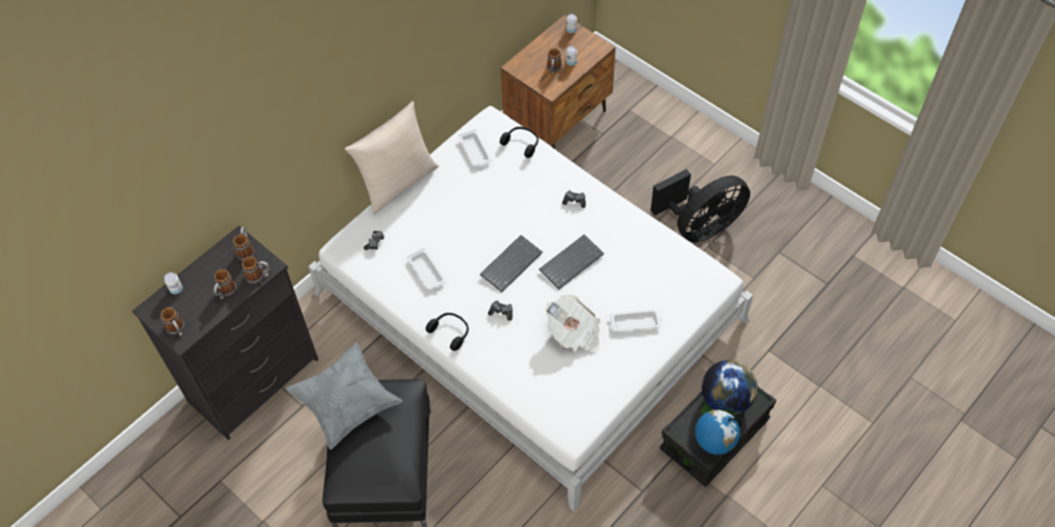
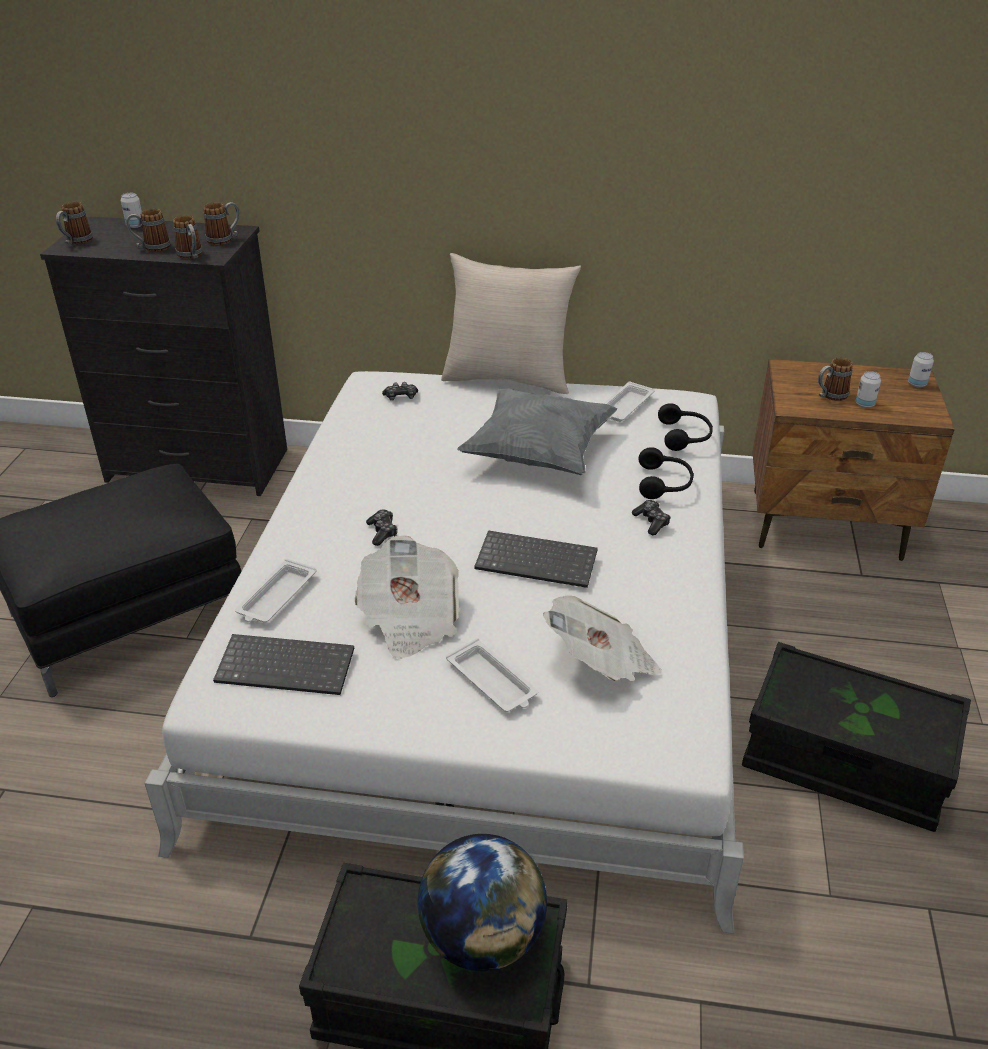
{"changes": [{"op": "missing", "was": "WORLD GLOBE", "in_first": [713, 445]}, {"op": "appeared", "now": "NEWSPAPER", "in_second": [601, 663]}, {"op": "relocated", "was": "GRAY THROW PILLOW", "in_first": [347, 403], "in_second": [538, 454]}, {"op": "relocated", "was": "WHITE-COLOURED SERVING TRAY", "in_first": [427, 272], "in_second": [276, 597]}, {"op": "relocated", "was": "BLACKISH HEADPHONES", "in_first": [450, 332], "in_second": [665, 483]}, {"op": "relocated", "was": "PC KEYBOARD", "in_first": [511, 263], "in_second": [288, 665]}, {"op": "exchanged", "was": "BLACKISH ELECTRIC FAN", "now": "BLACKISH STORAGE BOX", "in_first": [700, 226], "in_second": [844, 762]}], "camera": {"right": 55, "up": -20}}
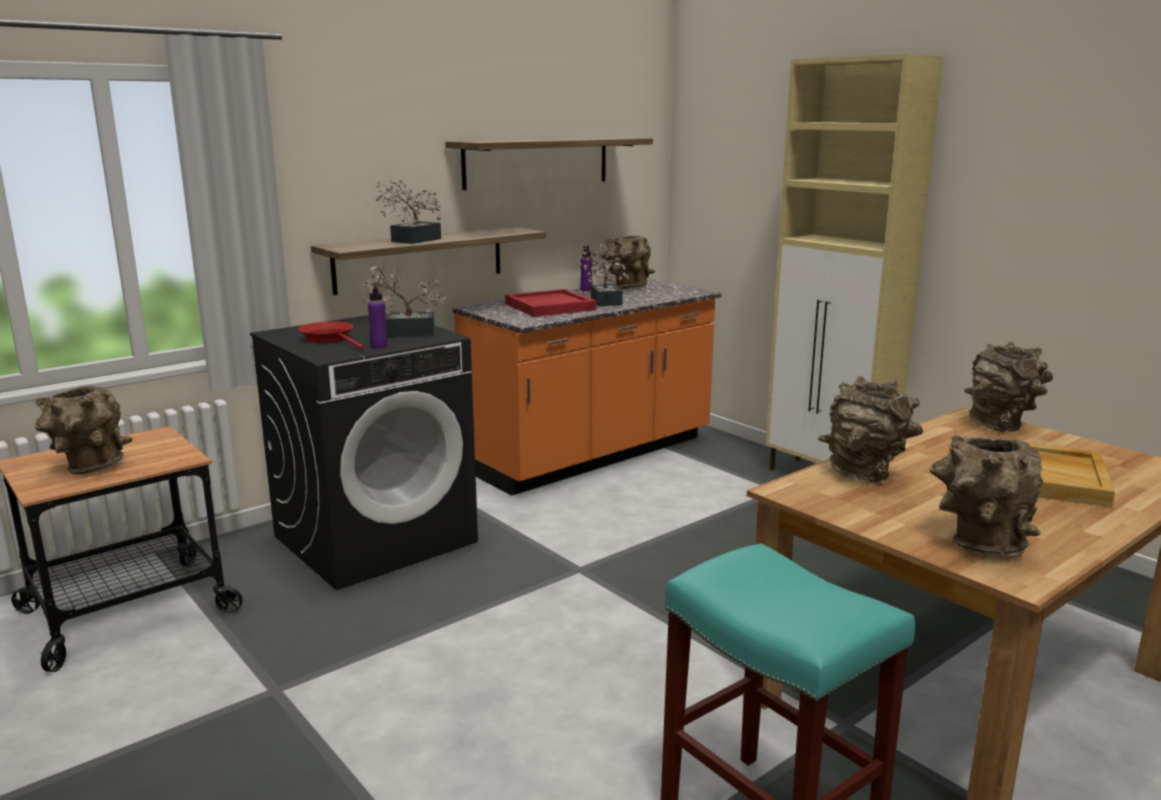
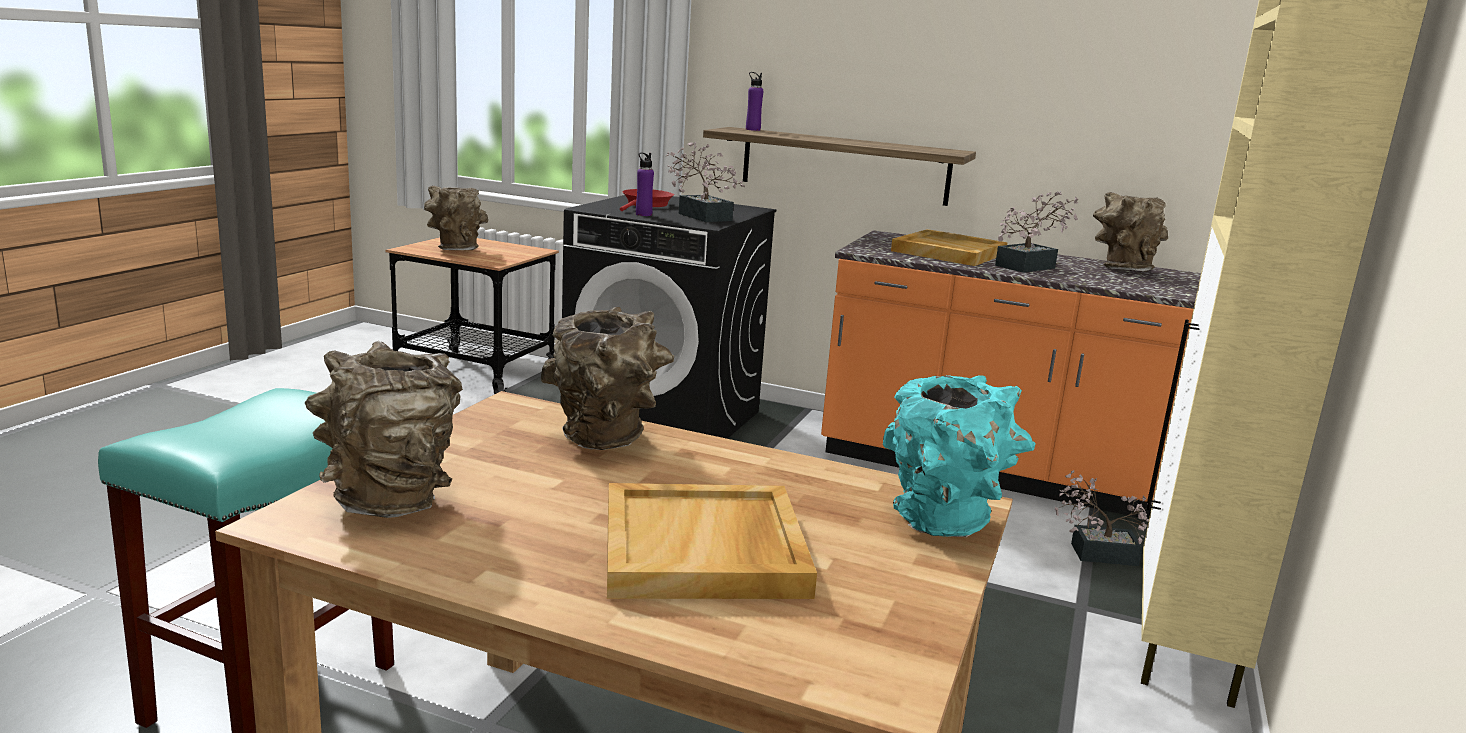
{"changes": [{"op": "missing", "was": "BRACKET SHELF", "in_first": [537, 162]}, {"op": "relocated", "was": "POTTED PLANT", "in_first": [411, 241], "in_second": [1095, 553]}, {"op": "relocated", "was": "PURPLE BEVERAGE BOTTLE", "in_first": [586, 289], "in_second": [753, 129]}, {"op": "colour", "was": "RED-COLOURED SERVING TRAY", "now": "BEIGE SERVING TRAY", "in_first": [549, 307], "in_second": [947, 252]}, {"op": "colour", "was": "BROWN-COLOURED FLOWER VASE", "now": "BLUE-GREEN FLOWER VASE", "in_first": [1001, 426], "in_second": [944, 525]}], "camera": {"right": 60, "up": 0}}
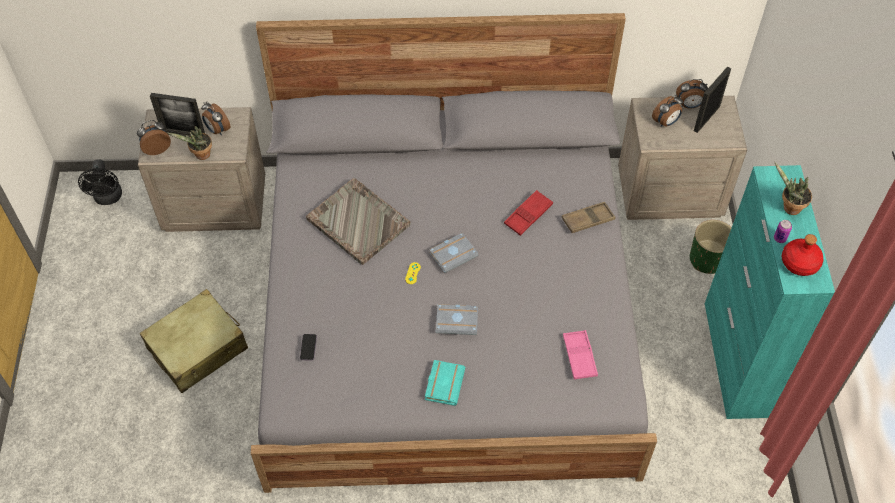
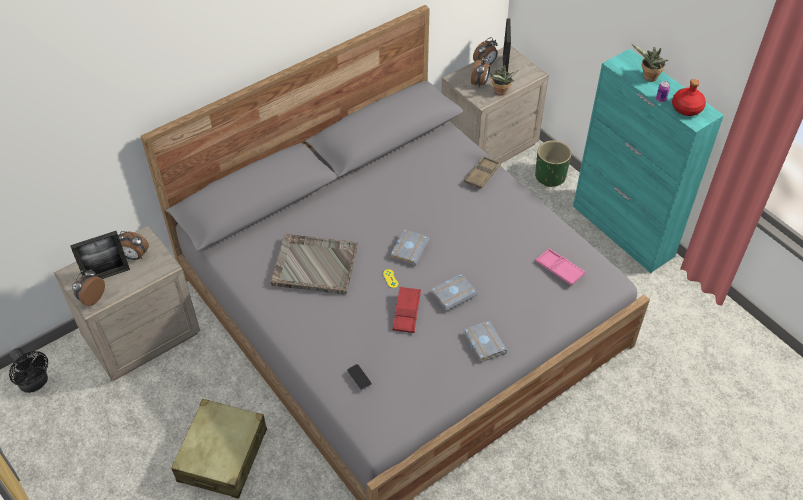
{"changes": [{"op": "relocated", "was": "POTTED PLANT", "in_first": [201, 156], "in_second": [500, 93]}, {"op": "relocated", "was": "RED-COLOURED SERVING TRAY", "in_first": [528, 215], "in_second": [406, 312]}, {"op": "colour", "was": "BLUE-GREEN BOUND BOOK", "now": "GRAY BOUND BOOK", "in_first": [443, 383], "in_second": [482, 343]}], "camera": {"right": -35, "up": -5}}
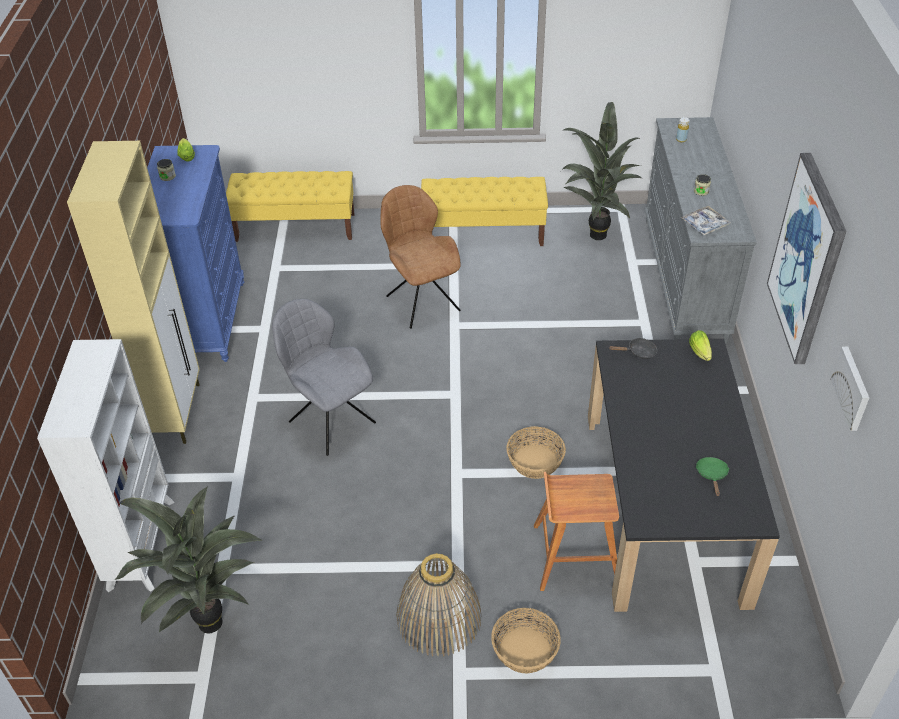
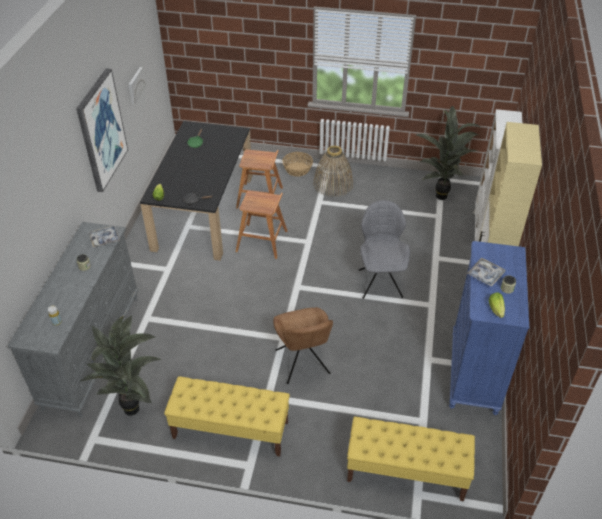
{"changes": [{"op": "appeared", "now": "SERVING TRAY", "in_second": [485, 275]}, {"op": "exchanged", "was": "BASKET", "now": "BROWN-COLOURED SITTING STOOL", "in_first": [534, 461], "in_second": [262, 241]}, {"op": "spun", "was": "GRAY UPRIGHT CHAIR", "in_first": [330, 420], "in_second": [380, 282], "clockwise": -150}], "camera": {"right": -170, "up": 0}}
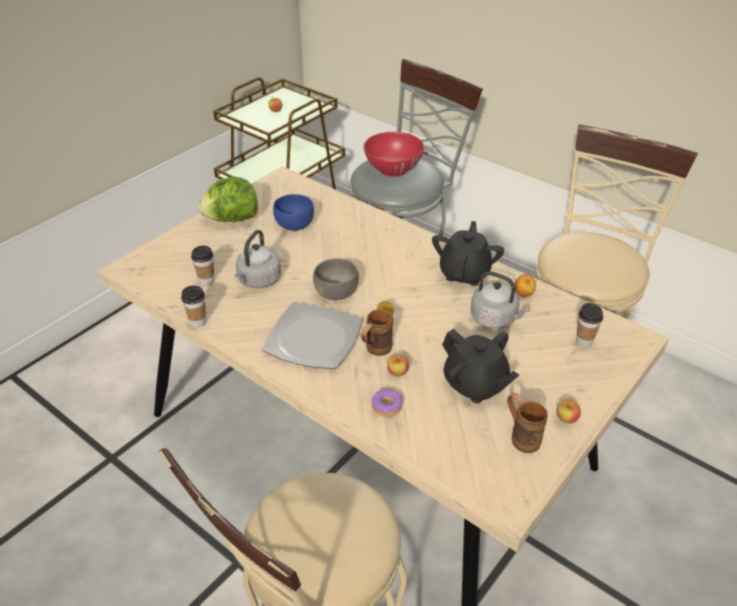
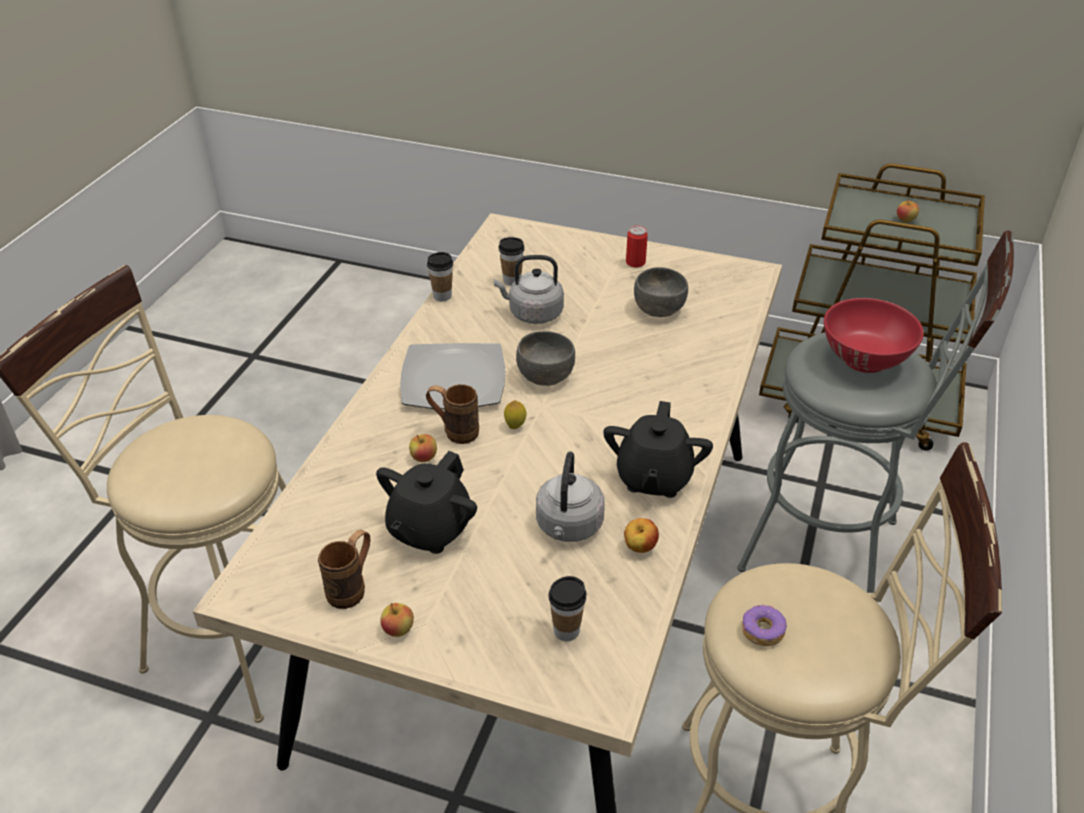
{"changes": [{"op": "relocated", "was": "DOUGHNUT", "in_first": [386, 407], "in_second": [762, 631]}, {"op": "exchanged", "was": "LETTUCE", "now": "METAL CAN", "in_first": [232, 219], "in_second": [635, 262]}, {"op": "colour", "was": "BLUE-COLOURED BOWL", "now": "GRAY BOWL", "in_first": [294, 224], "in_second": [659, 308]}, {"op": "spun", "was": "BLACKISH POT FOR TEA", "in_first": [464, 273], "in_second": [653, 478], "clockwise": 105}], "camera": {"right": 70, "up": 0}}
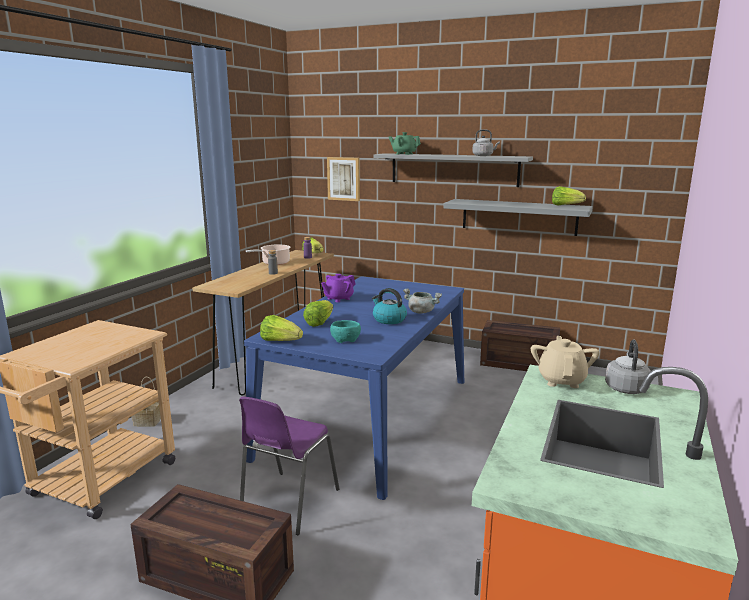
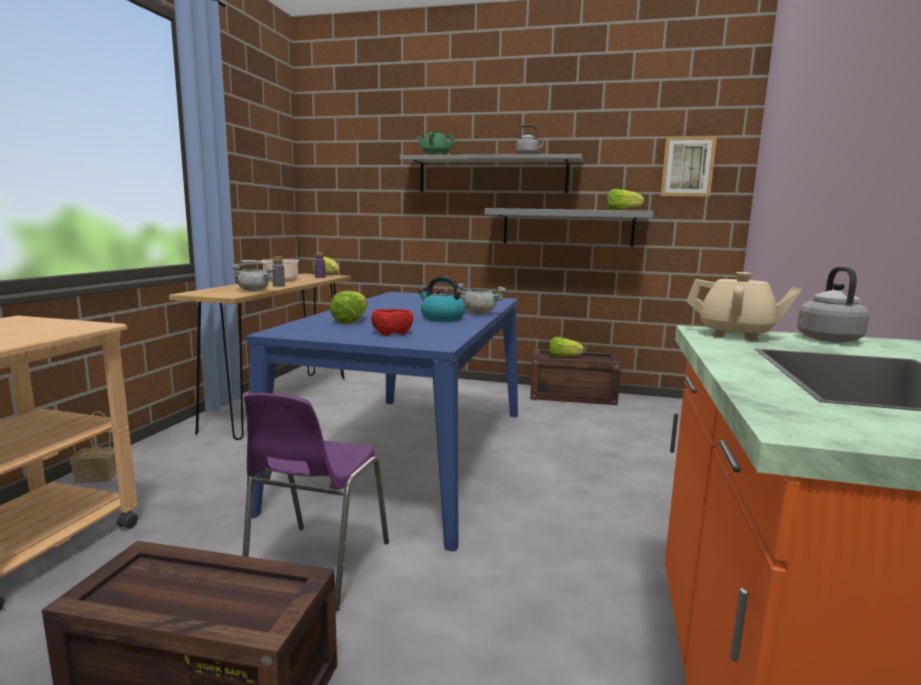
{"changes": [{"op": "missing", "was": "PURPLE POT FOR TEA", "in_first": [338, 299]}, {"op": "appeared", "now": "GRAY SAUCEPOT", "in_second": [254, 290]}, {"op": "relocated", "was": "LETTUCE", "in_first": [280, 341], "in_second": [563, 357]}, {"op": "relocated", "was": "WALL ART", "in_first": [344, 178], "in_second": [687, 167]}, {"op": "colour", "was": "BLUE-GREEN BOWL", "now": "RED-COLOURED BOWL", "in_first": [345, 339], "in_second": [391, 332]}, {"op": "spun", "was": "BEIGE POT FOR TEA", "in_first": [561, 380], "in_second": [736, 335], "clockwise": 120}], "camera": {"right": -10, "up": -5}}
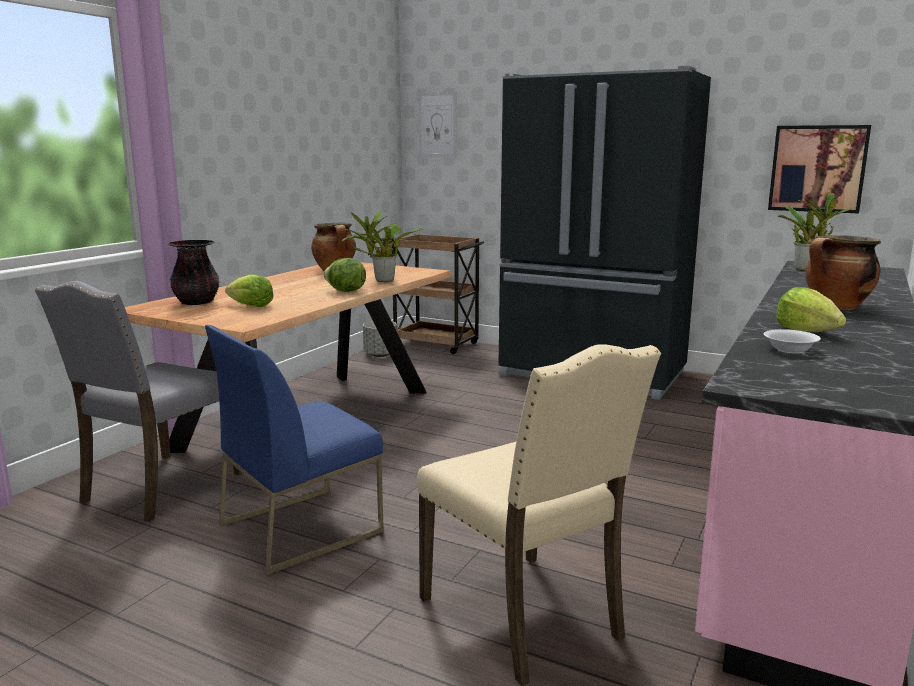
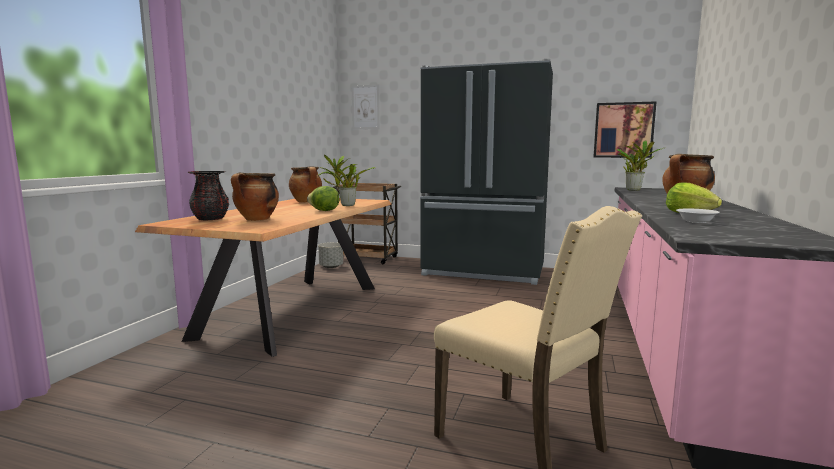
{"changes": [{"op": "missing", "was": "GRAY UPRIGHT CHAIR", "in_first": [158, 488]}, {"op": "missing", "was": "BLUE-COLOURED UPRIGHT CHAIR", "in_first": [301, 527]}, {"op": "exchanged", "was": "LETTUCE", "now": "SAUCEPOT", "in_first": [251, 306], "in_second": [256, 220]}], "camera": {"right": -10, "up": -5}}
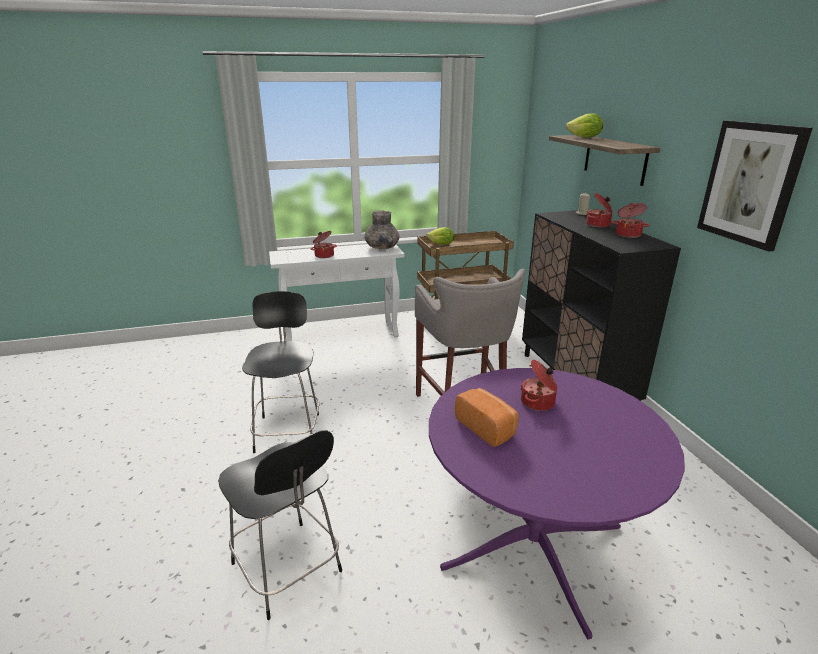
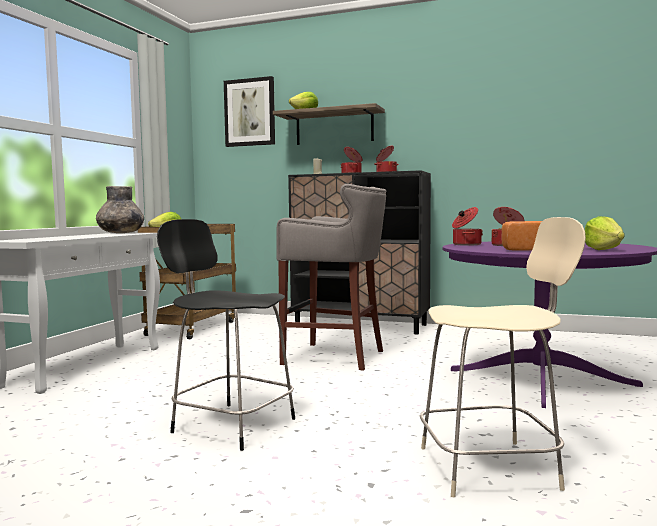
{"changes": [{"op": "appeared", "now": "LETTUCE", "in_second": [603, 250]}, {"op": "relocated", "was": "SAUCEPOT", "in_first": [324, 255], "in_second": [466, 244]}, {"op": "relocated", "was": "WALL ART", "in_first": [750, 183], "in_second": [250, 112]}, {"op": "colour", "was": "BLACKISH UPRIGHT CHAIR", "now": "BEIGE UPRIGHT CHAIR", "in_first": [288, 570], "in_second": [492, 467]}], "camera": {"right": -55, "up": -20}}
